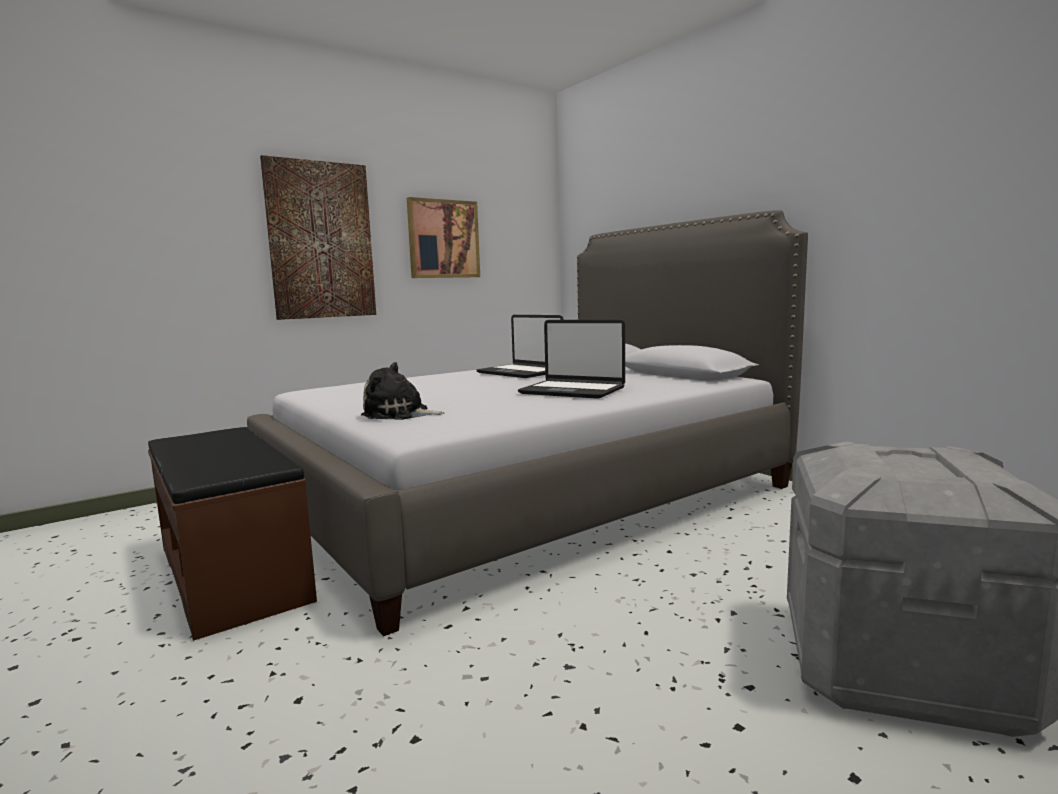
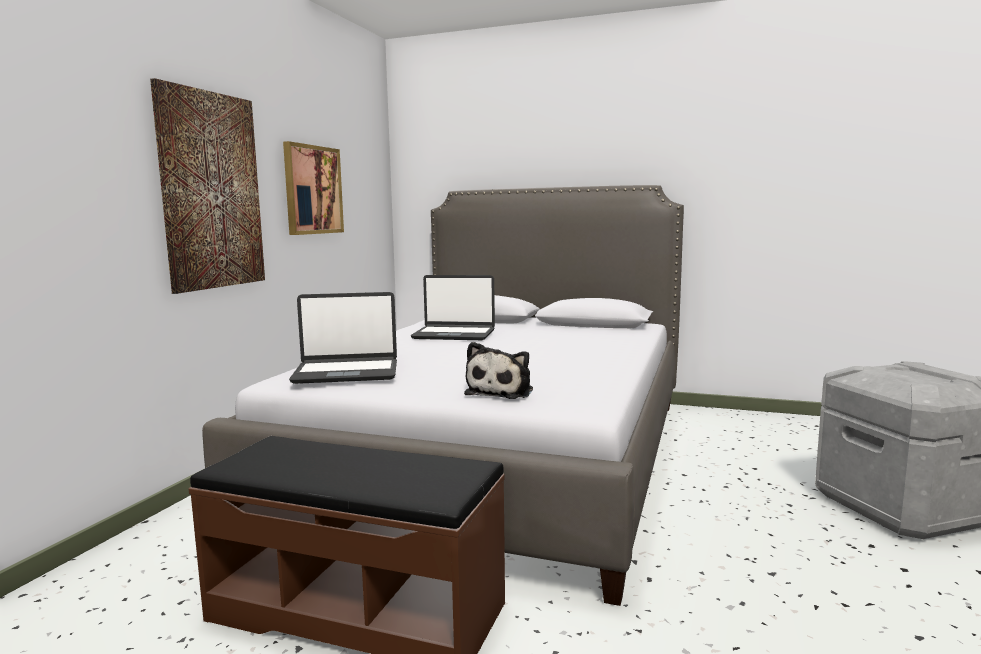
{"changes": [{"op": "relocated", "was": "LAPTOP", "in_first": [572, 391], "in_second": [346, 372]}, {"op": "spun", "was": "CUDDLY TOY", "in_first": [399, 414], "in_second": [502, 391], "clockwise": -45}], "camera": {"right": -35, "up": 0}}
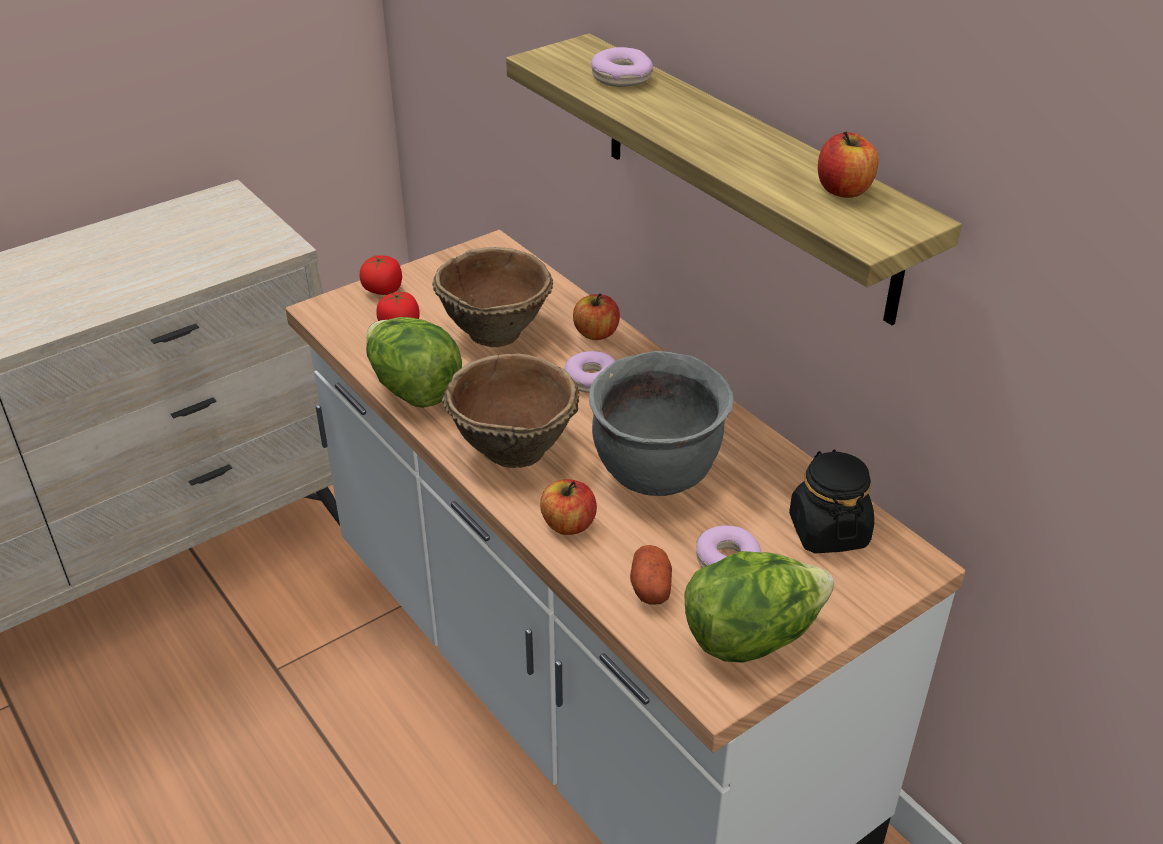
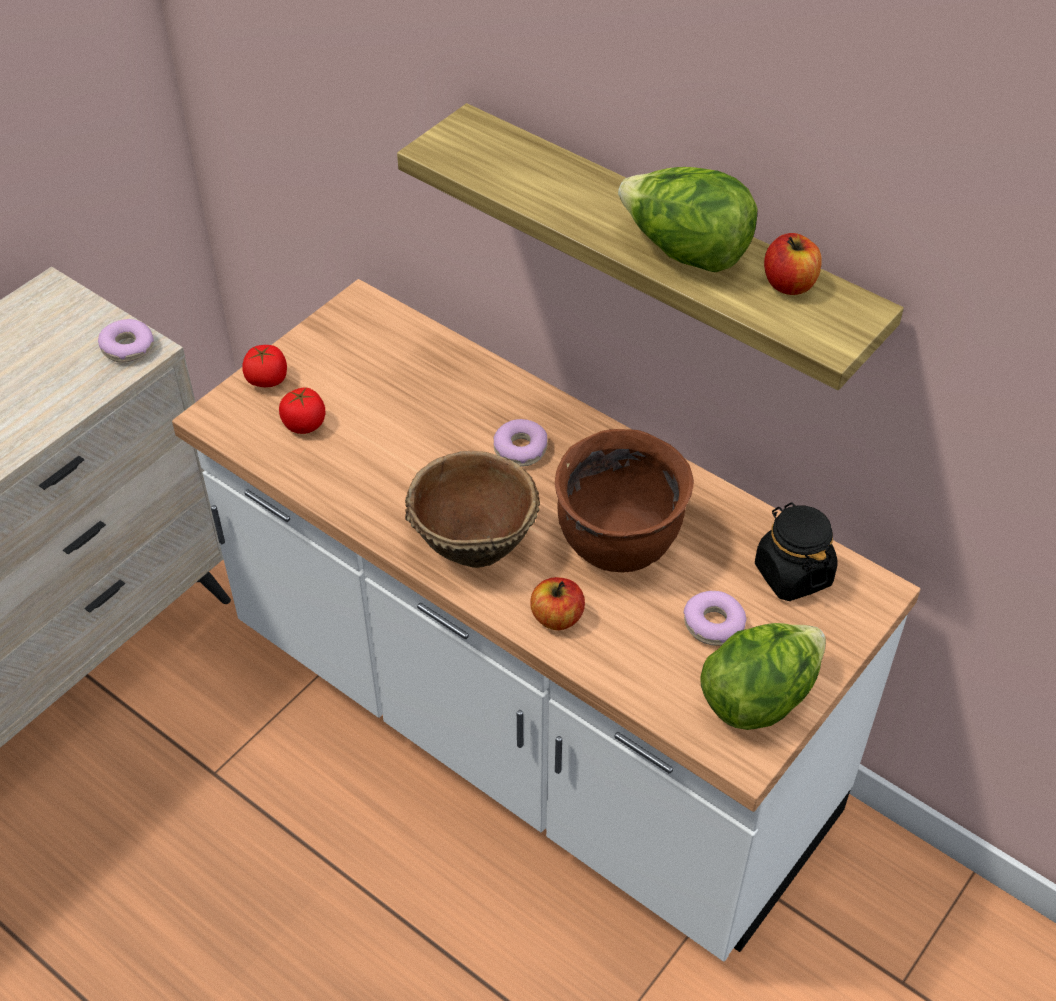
{"changes": [{"op": "missing", "was": "BROWN-COLOURED BOWL", "in_first": [495, 330]}, {"op": "missing", "was": "WHOLE APPLE", "in_first": [596, 333]}, {"op": "missing", "was": "SPUD", "in_first": [650, 586]}, {"op": "relocated", "was": "LETTUCE", "in_first": [413, 389], "in_second": [685, 252]}, {"op": "relocated", "was": "DOUGHNUT", "in_first": [621, 78], "in_second": [128, 348]}, {"op": "colour", "was": "GRAY SAUCEPOT", "now": "BROWN-COLOURED SAUCEPOT", "in_first": [657, 473], "in_second": [619, 544]}], "camera": {"right": -15, "up": 10}}
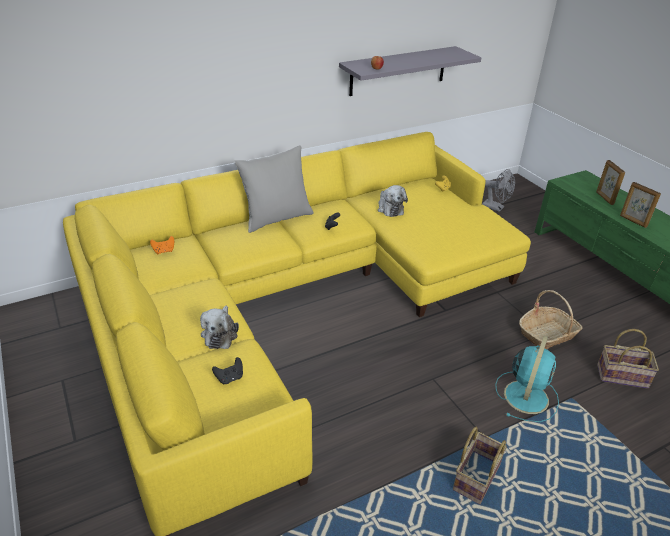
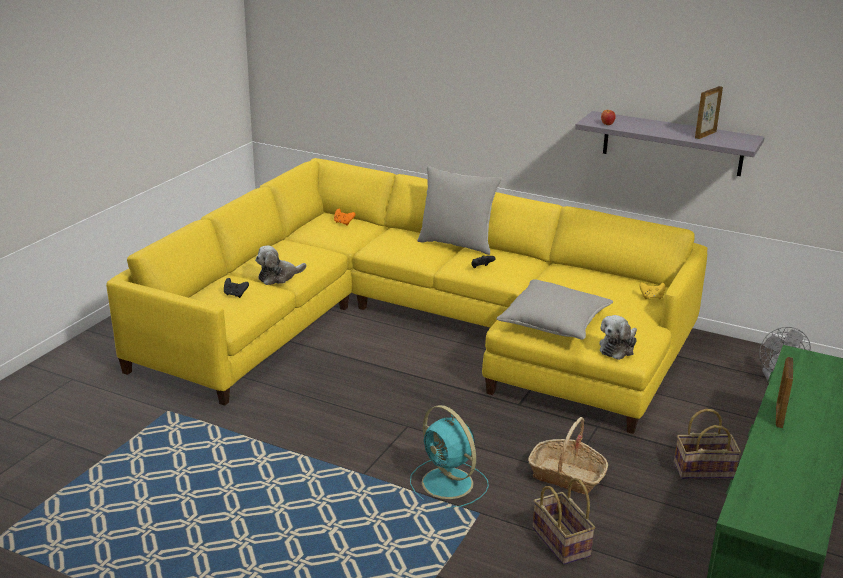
{"changes": [{"op": "appeared", "now": "GRAY THROW PILLOW", "in_second": [554, 323]}, {"op": "relocated", "was": "CUDDLY TOY", "in_first": [390, 208], "in_second": [618, 348]}, {"op": "relocated", "was": "BASKET", "in_first": [476, 476], "in_second": [705, 469]}, {"op": "relocated", "was": "PICTURE FRAME", "in_first": [604, 198], "in_second": [705, 135]}, {"op": "spun", "was": "BLUE-GREEN ELECTRIC FAN", "in_first": [526, 395], "in_second": [449, 484], "clockwise": 60}], "camera": {"right": 55, "up": -10}}
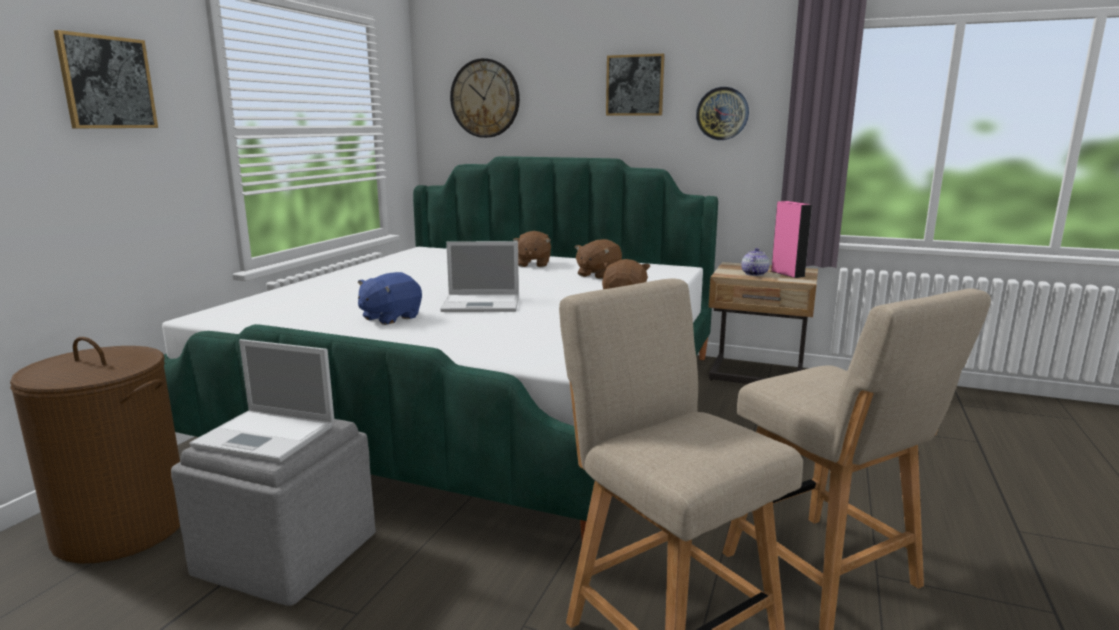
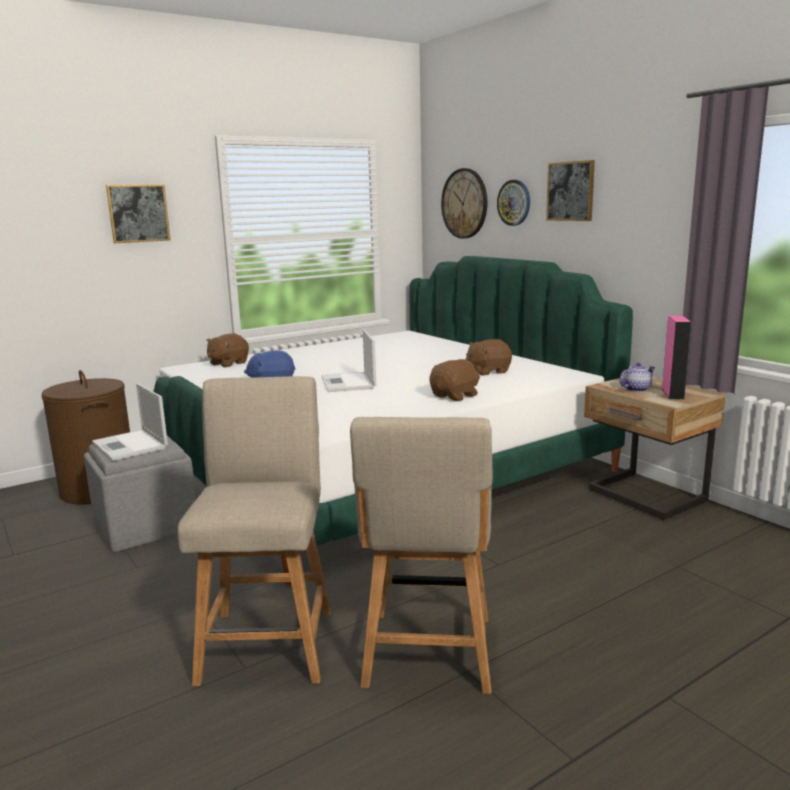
{"changes": [{"op": "relocated", "was": "BROWN-COLOURED CUDDLY TOY", "in_first": [533, 264], "in_second": [228, 363]}, {"op": "relocated", "was": "WALL CLOCK", "in_first": [722, 113], "in_second": [514, 202]}, {"op": "spun", "was": "LAPTOP", "in_first": [483, 304], "in_second": [348, 383], "clockwise": 45}], "camera": {"right": 35, "up": 0}}
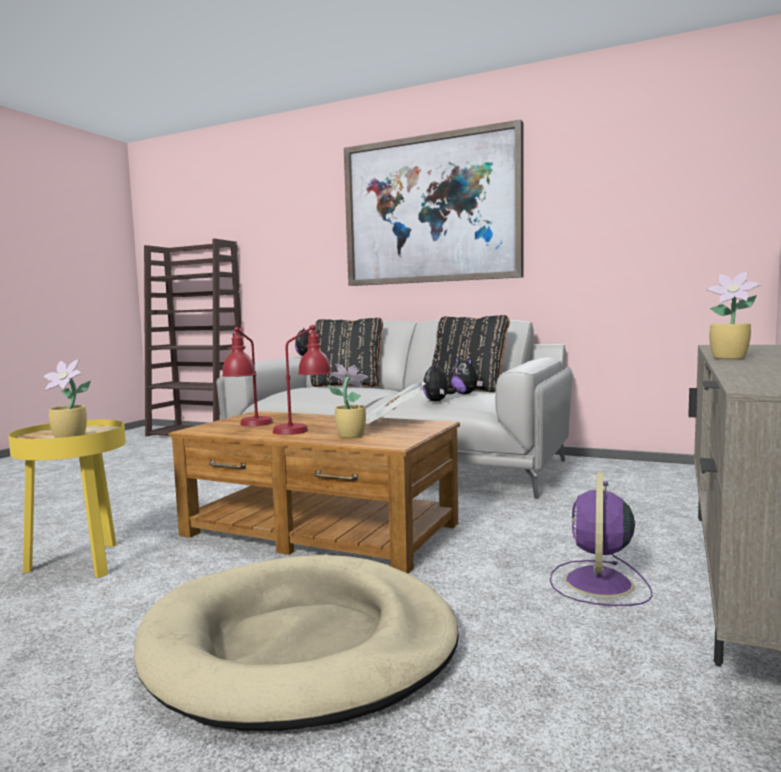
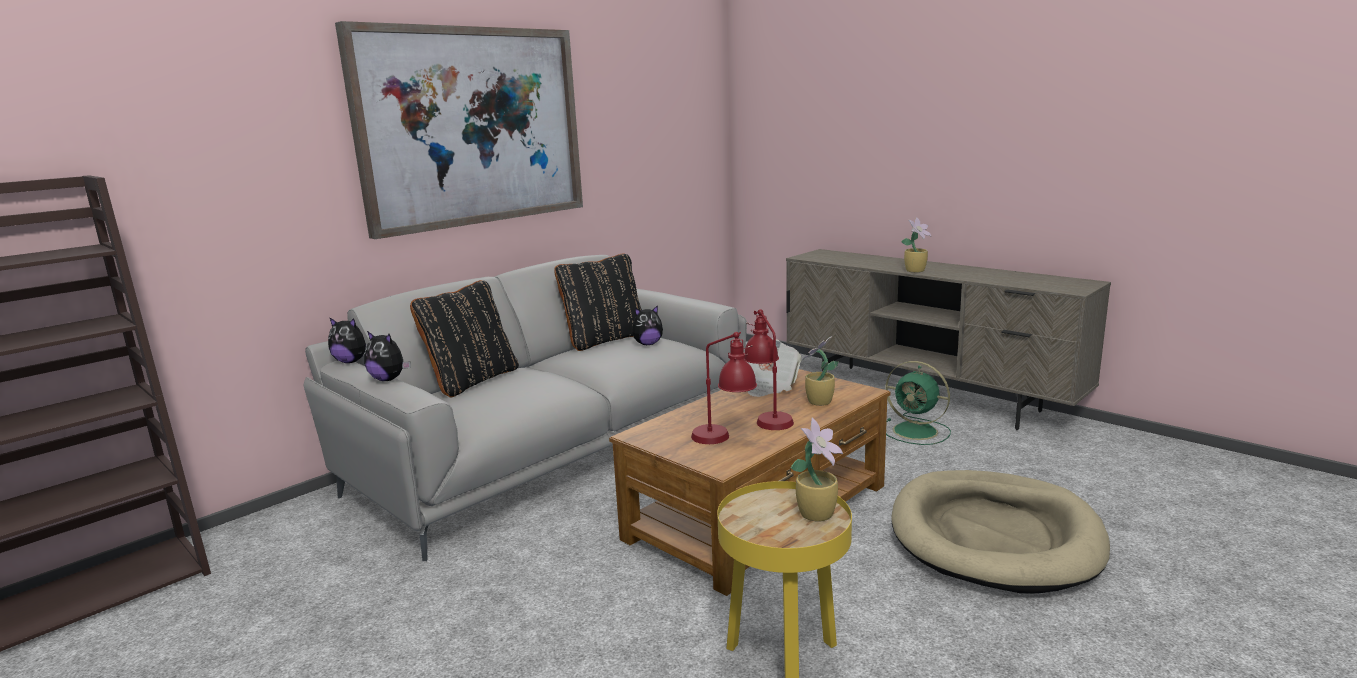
{"changes": [{"op": "relocated", "was": "CUDDLY TOY", "in_first": [438, 401], "in_second": [389, 379]}, {"op": "colour", "was": "PURPLE ELECTRIC FAN", "now": "GREENISH ELECTRIC FAN", "in_first": [598, 584], "in_second": [917, 431]}], "camera": {"right": -70, "up": 10}}
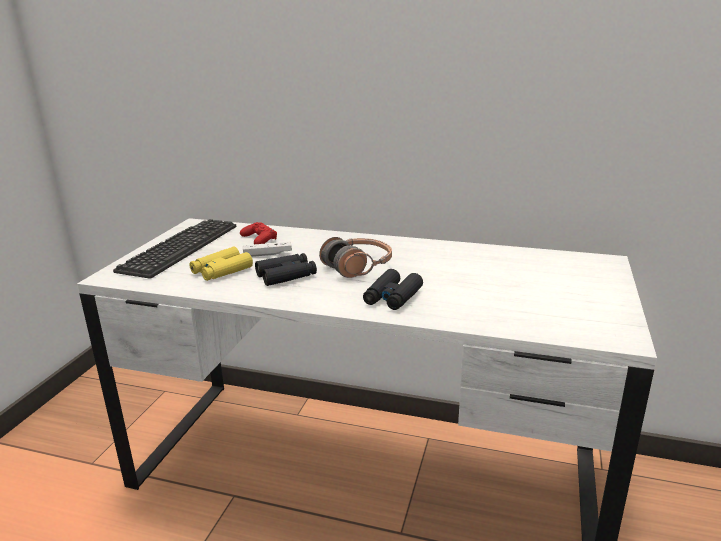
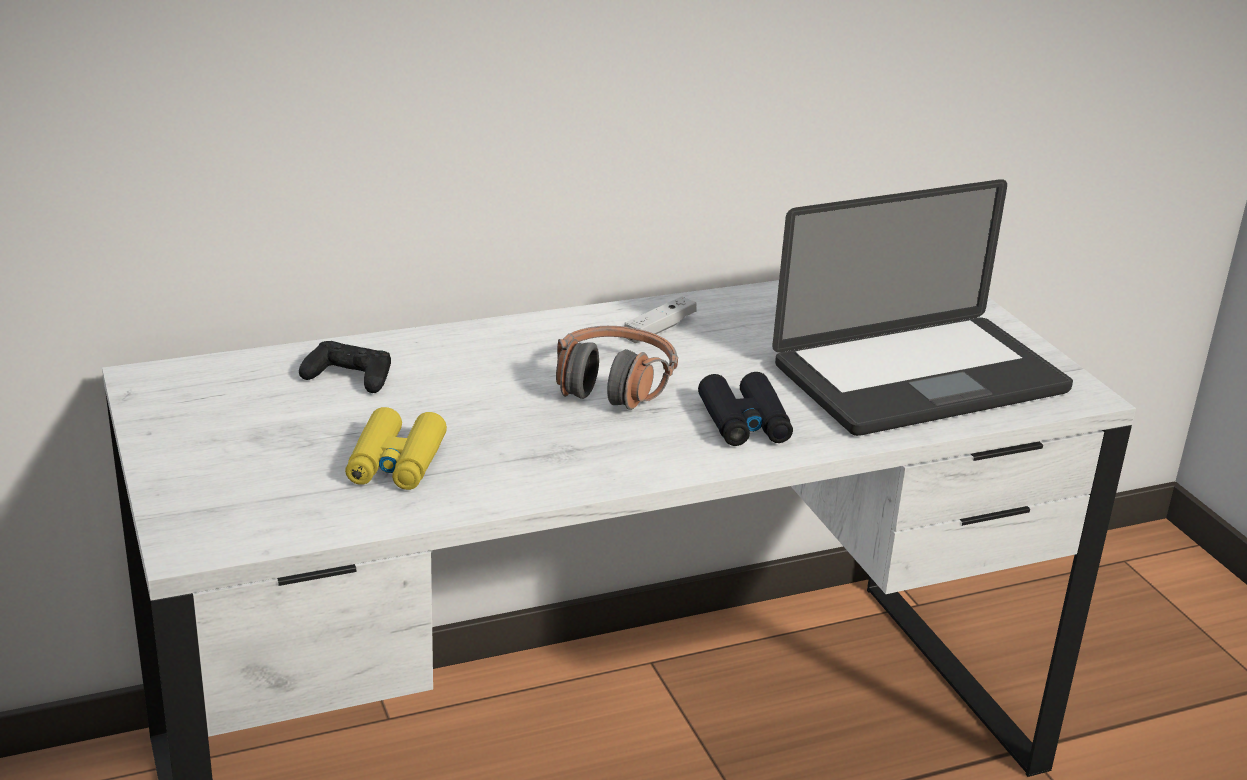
{"changes": [{"op": "missing", "was": "PC KEYBOARD", "in_first": [180, 248]}, {"op": "missing", "was": "BLACKISH PAIR OF BINOCULARS", "in_first": [286, 275]}, {"op": "appeared", "now": "LAPTOP", "in_second": [920, 379]}, {"op": "relocated", "was": "WHITE-COLOURED JOYPAD", "in_first": [267, 254], "in_second": [659, 329]}, {"op": "colour", "was": "RED-COLOURED JOYPAD", "now": "BLACKISH JOYPAD", "in_first": [259, 239], "in_second": [349, 377]}], "camera": {"right": -40, "up": 5}}
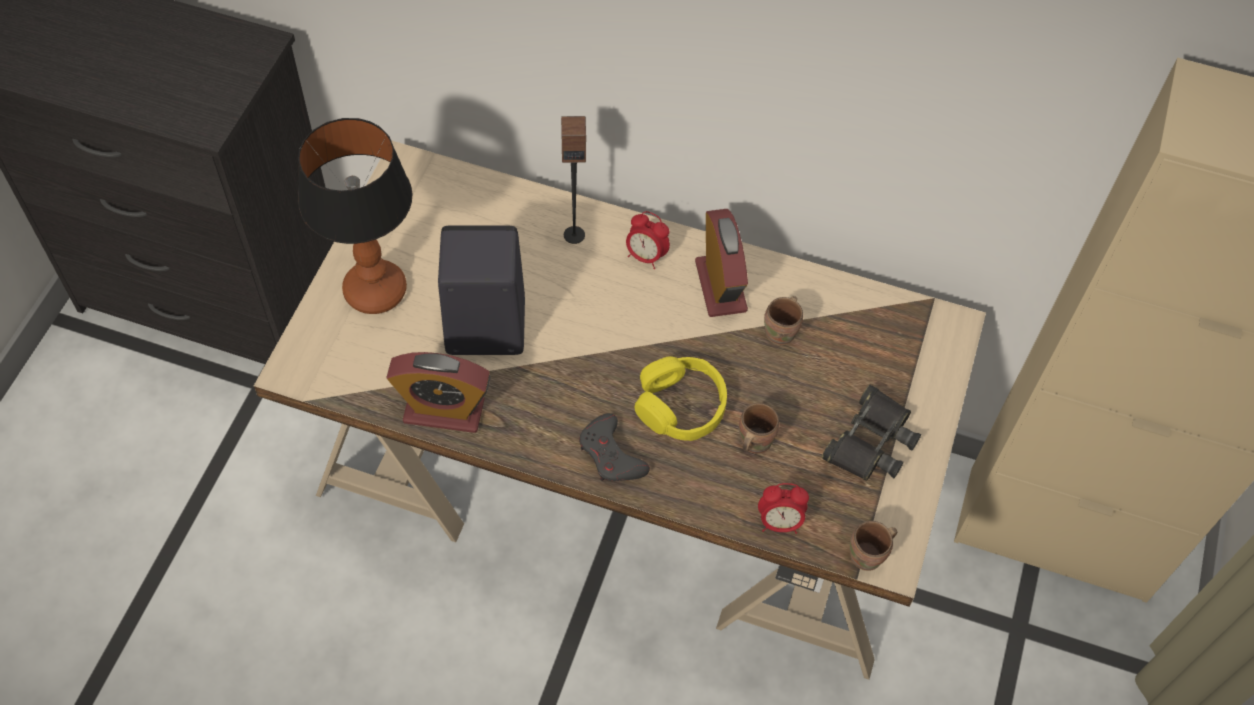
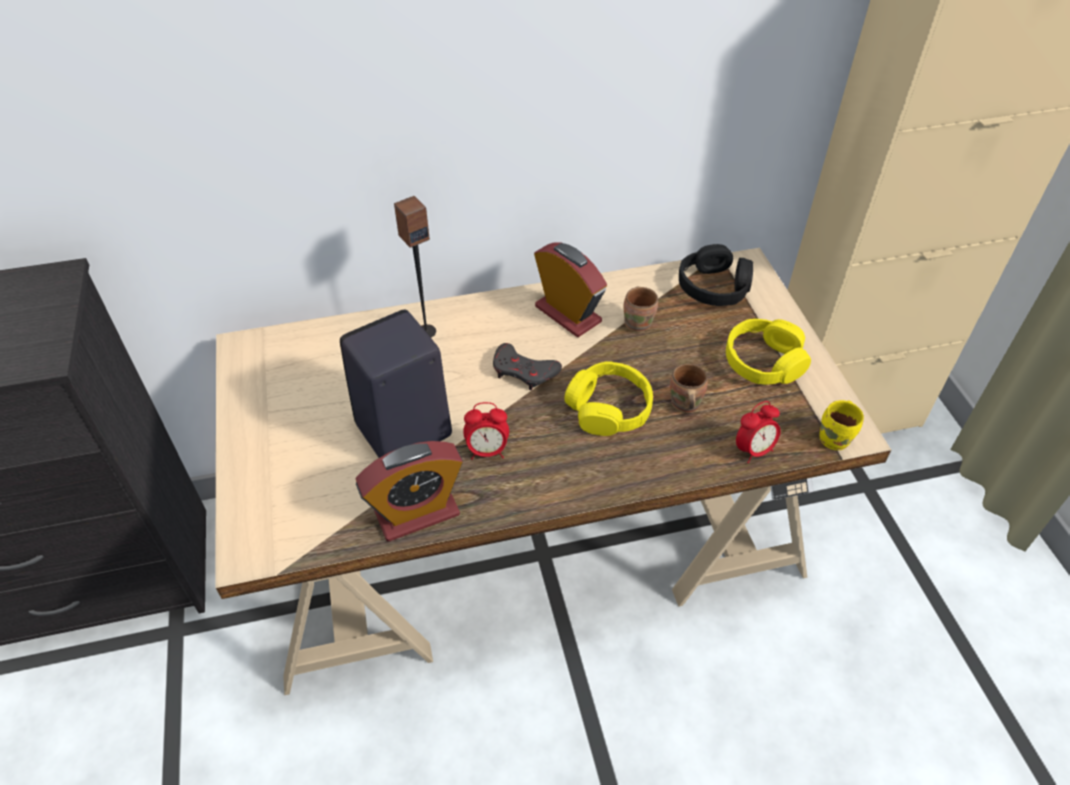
{"changes": [{"op": "missing", "was": "TABLE LAMP", "in_first": [376, 291]}, {"op": "appeared", "now": "BLACKISH HEADPHONES", "in_second": [714, 287]}, {"op": "relocated", "was": "GRAY JOYPAD", "in_first": [611, 455], "in_second": [524, 371]}, {"op": "relocated", "was": "TABLE CLOCK", "in_first": [646, 256], "in_second": [487, 451]}, {"op": "exchanged", "was": "BLACKISH PAIR OF BINOCULARS", "now": "YELLOW HEADPHONES", "in_first": [870, 441], "in_second": [763, 362]}, {"op": "colour", "was": "BROWN-COLOURED TEA MUG", "now": "YELLOW TEA MUG", "in_first": [869, 557], "in_second": [836, 439]}], "camera": {"right": -30, "up": -10}}
